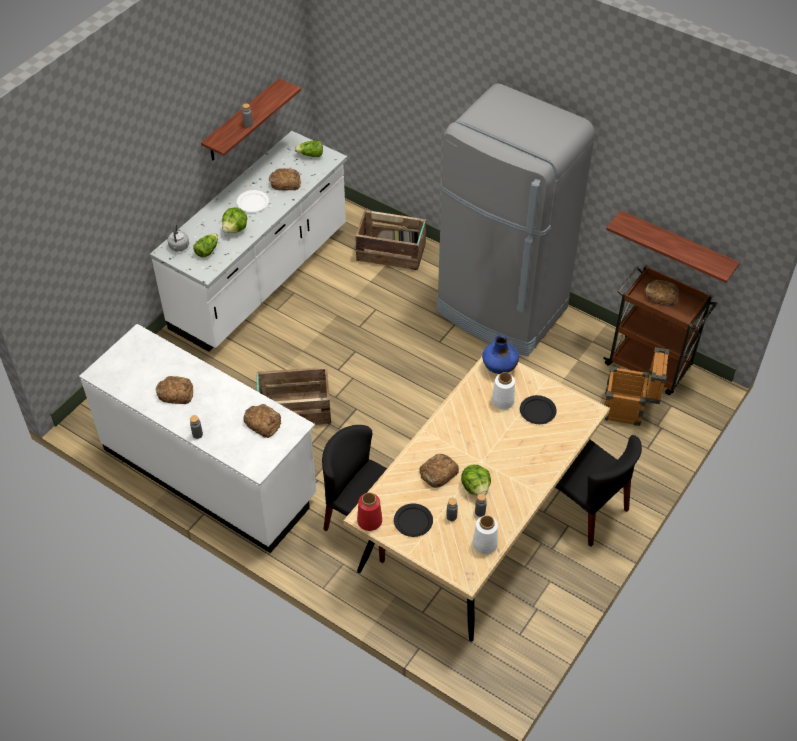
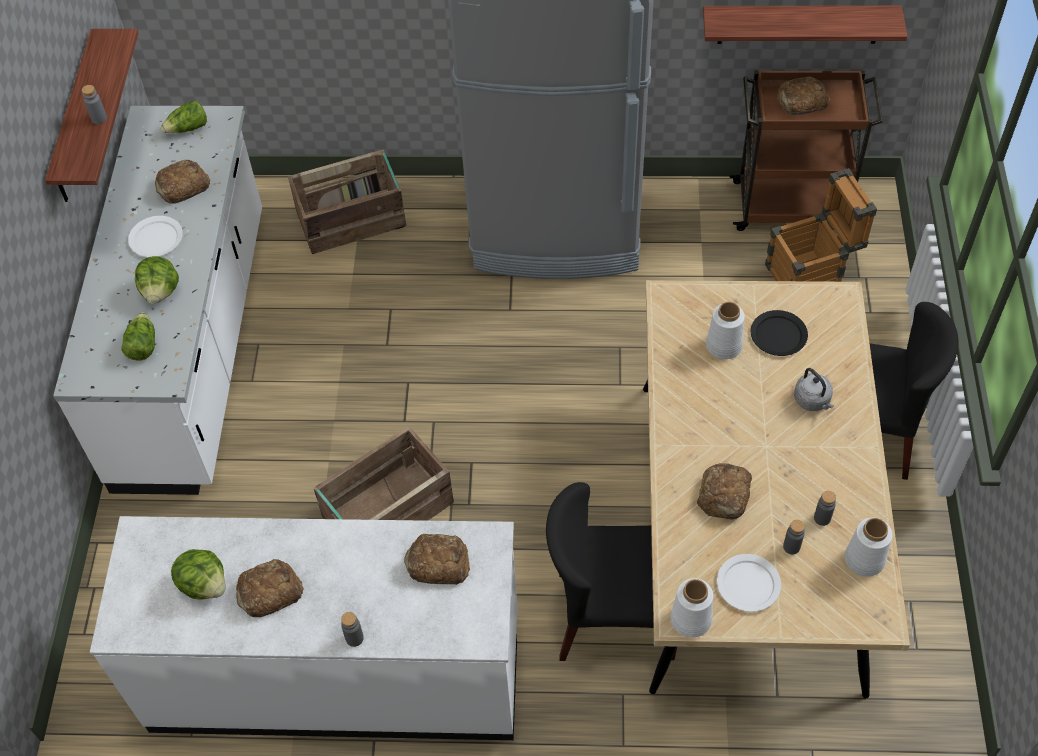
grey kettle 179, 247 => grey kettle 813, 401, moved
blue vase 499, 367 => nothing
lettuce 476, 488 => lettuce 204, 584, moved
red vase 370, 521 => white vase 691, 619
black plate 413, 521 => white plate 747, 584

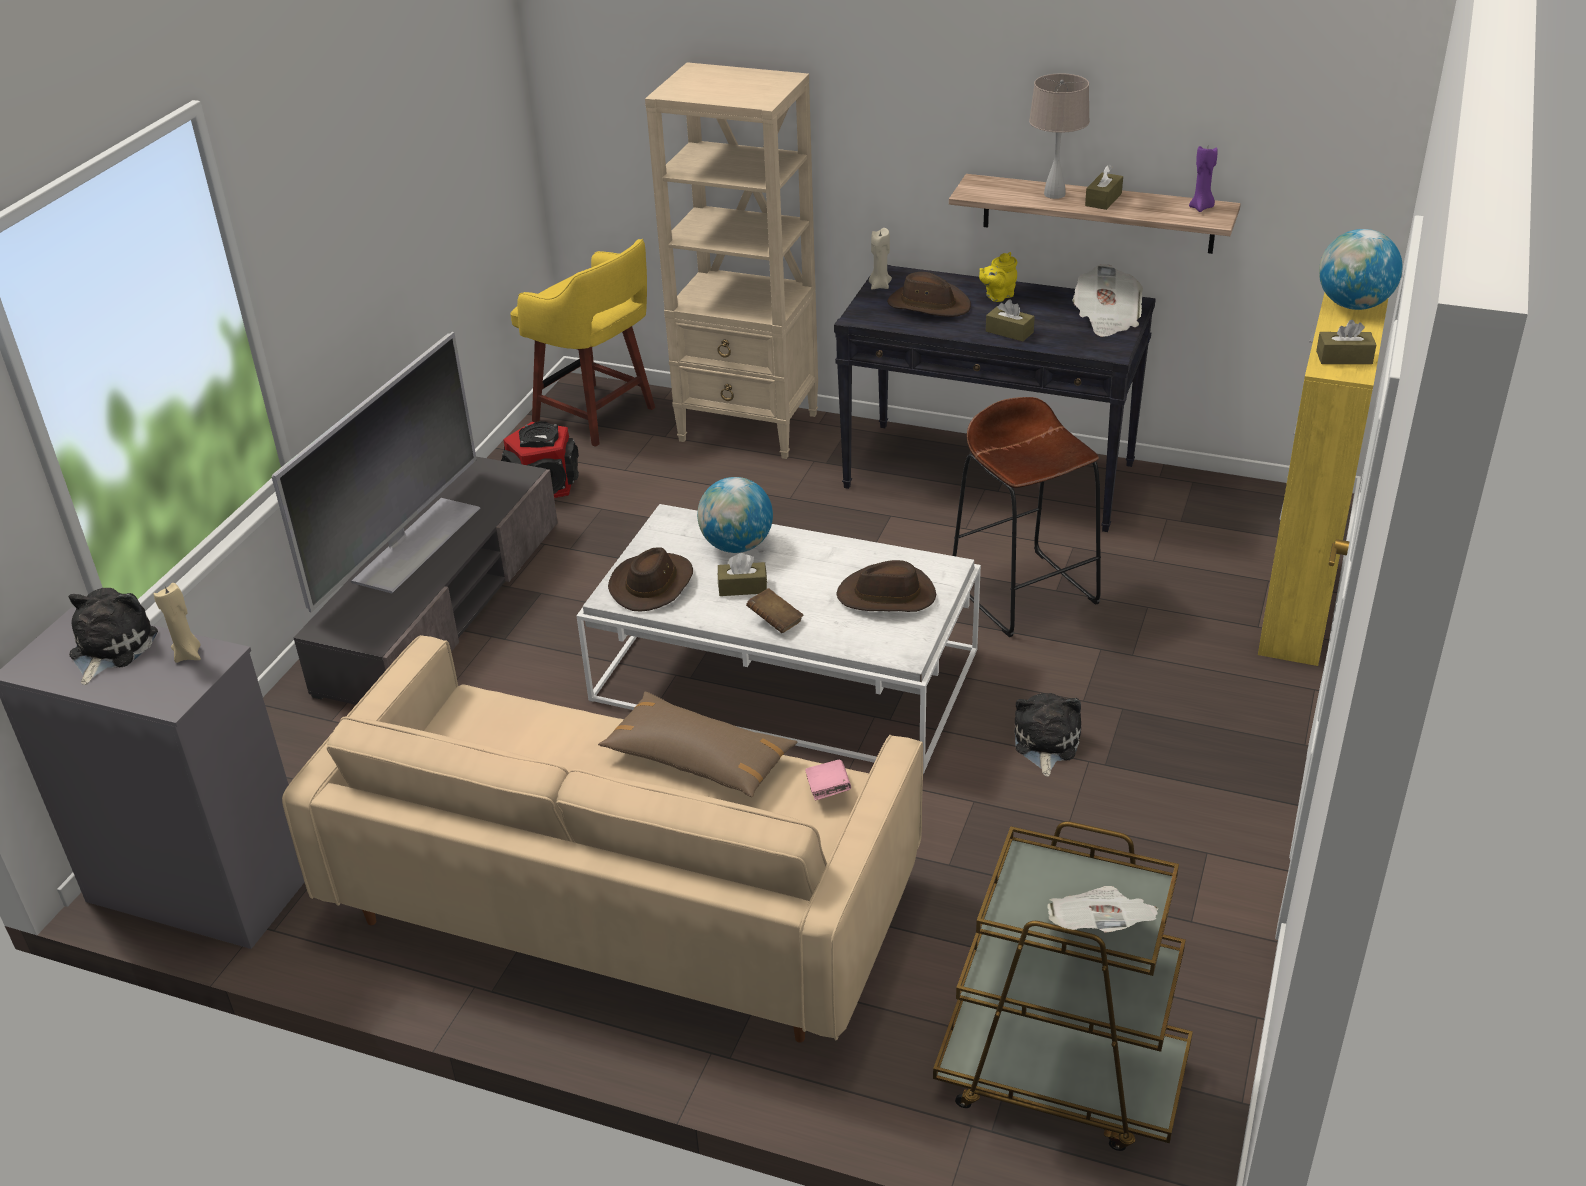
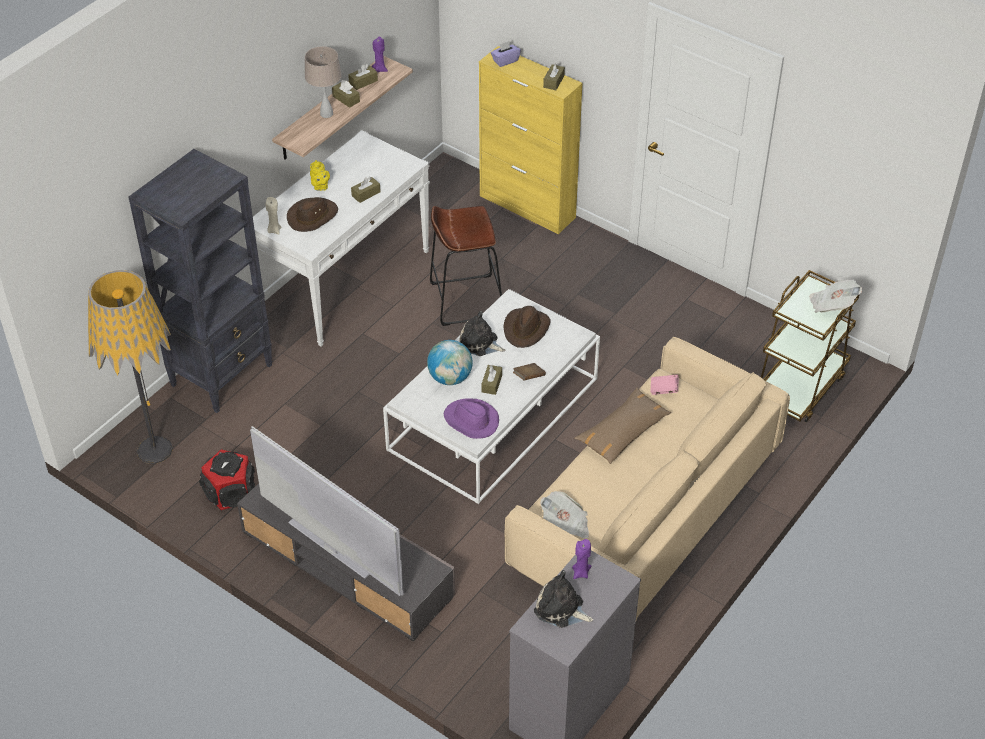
beige bookcase 749, 428 => black bookcase 222, 374
globe 1353, 305 => purple tissue box 505, 61
yellow stool 597, 416 => floor lamp 155, 450
newspaper 1106, 319 => newspaper 565, 525, moved
black console table 990, 475 => white console table 345, 280
brown hat 652, 584 => purple hat 471, 420
beige candle 188, 654 => purple candle 581, 572
plush toy 1045, 743 => plush toy 480, 343, moved
nothing => brown tissue box 363, 82

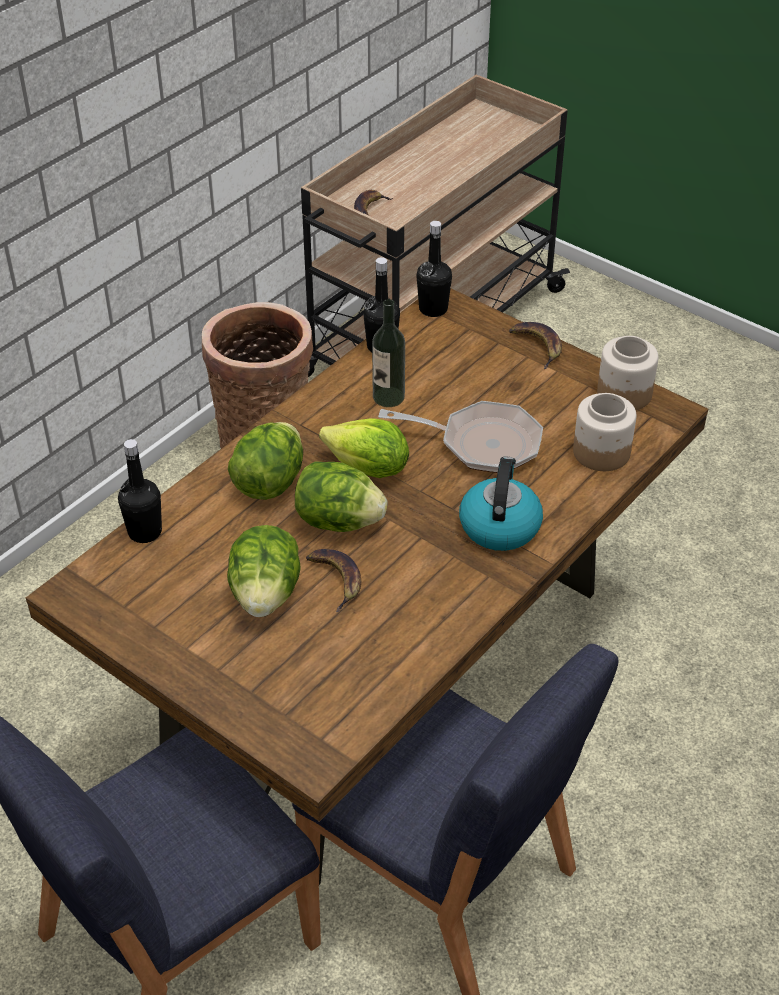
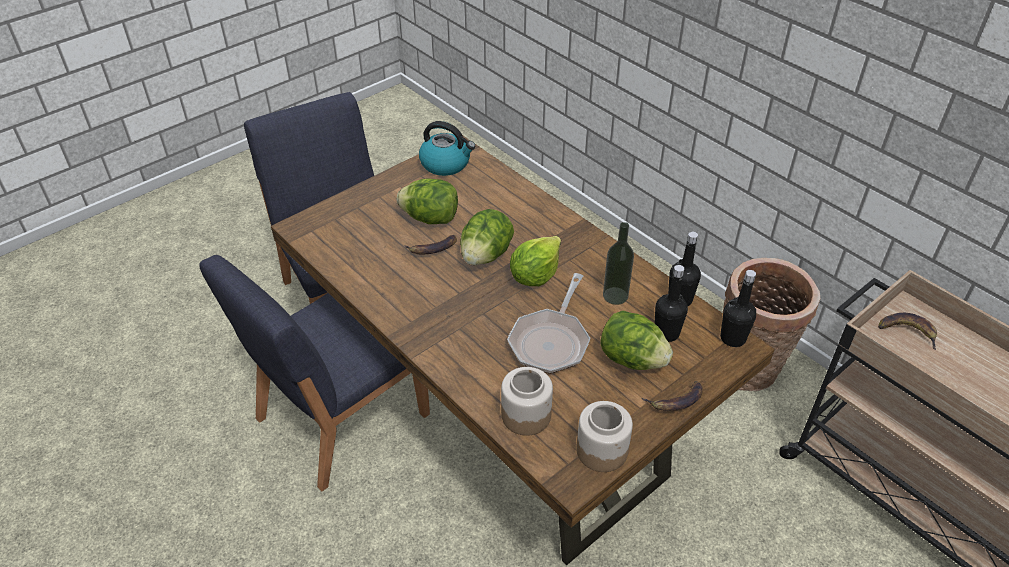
lettuce 269, 482 => lettuce 632, 359, moved
black bottle 145, 532 => black bottle 666, 333, moved
kettle 499, 525 => kettle 446, 164, moved

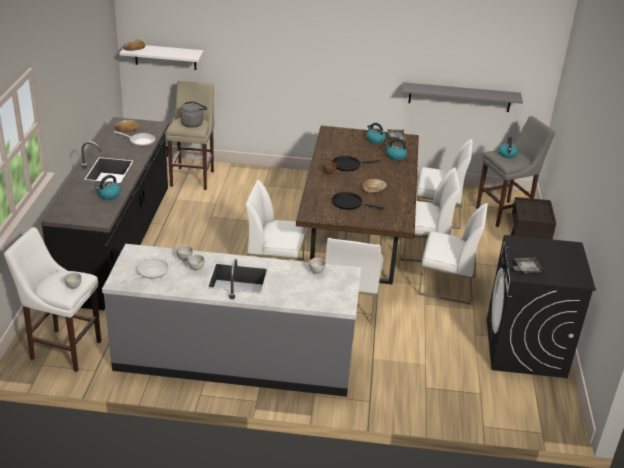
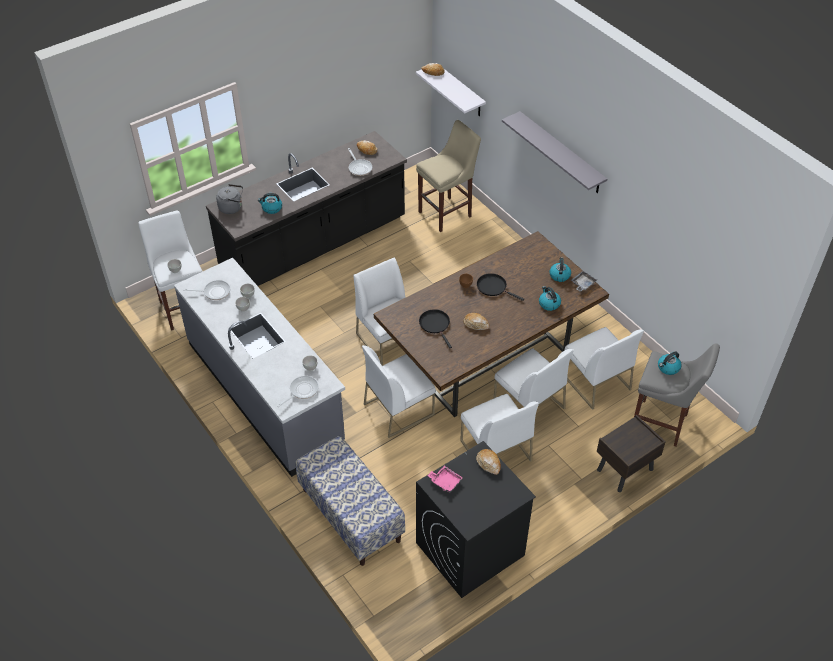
grey shelf 459, 97 => grey shelf 561, 153, moved
grey kettle 193, 123 => grey kettle 232, 207, moved
grey tray 526, 269 => pink tray 445, 481
nothing => frying pan 302, 391
nothing => bench 350, 515
nothing => bread 489, 464

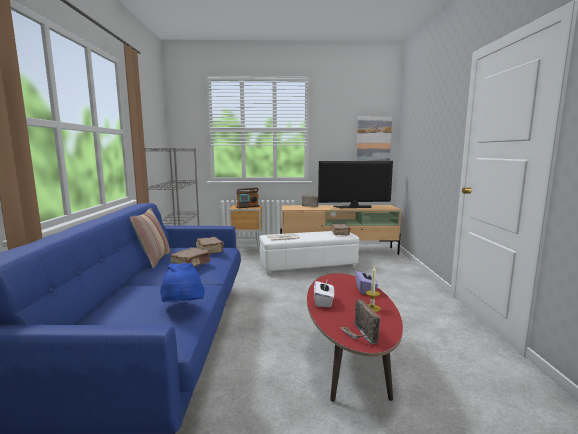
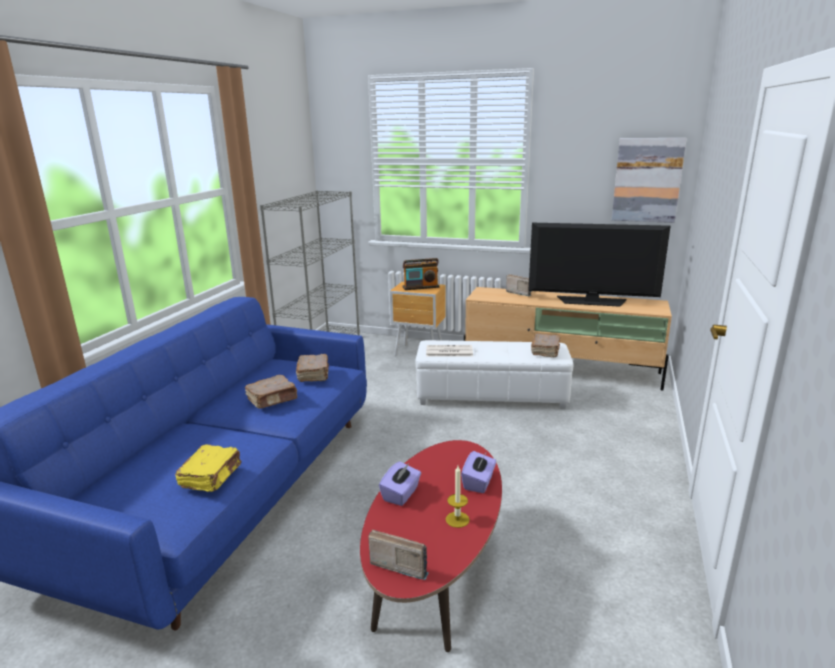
pillow 154, 260 => nothing
blue hat 182, 307 => yellow book 212, 476
white tissue box 323, 302 => purple tissue box 401, 494
radio 360, 335 => radio 400, 563, 105 degrees clockwise

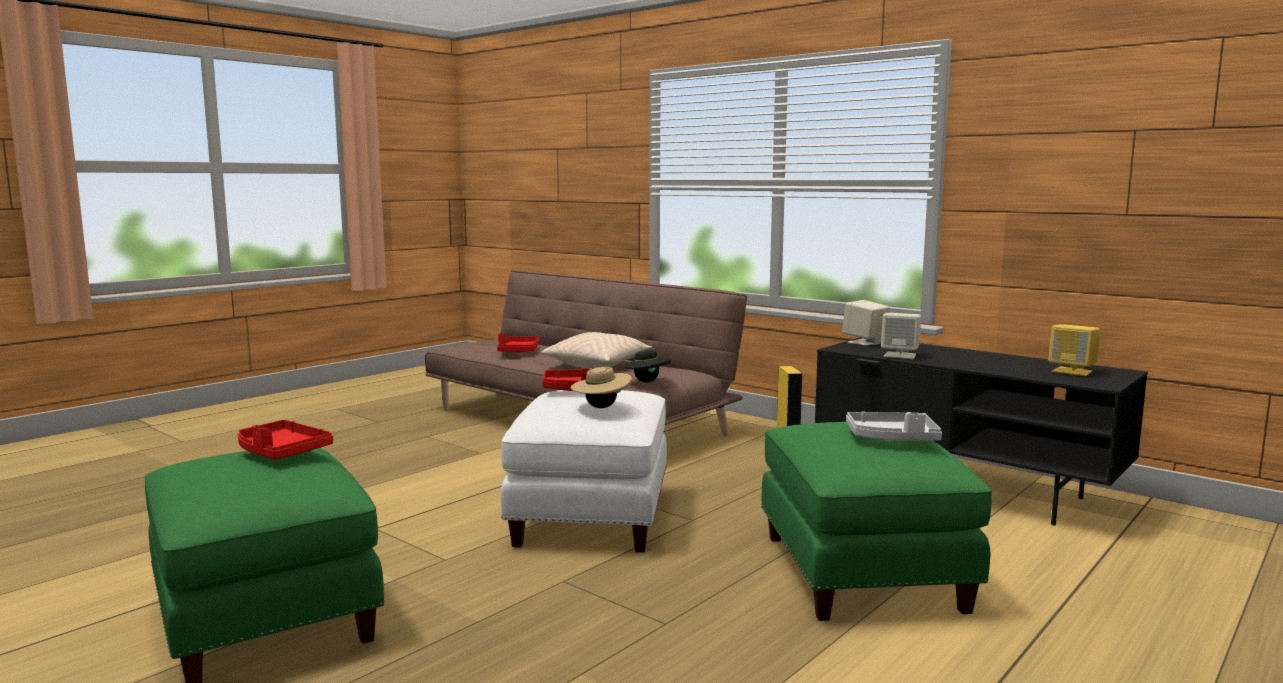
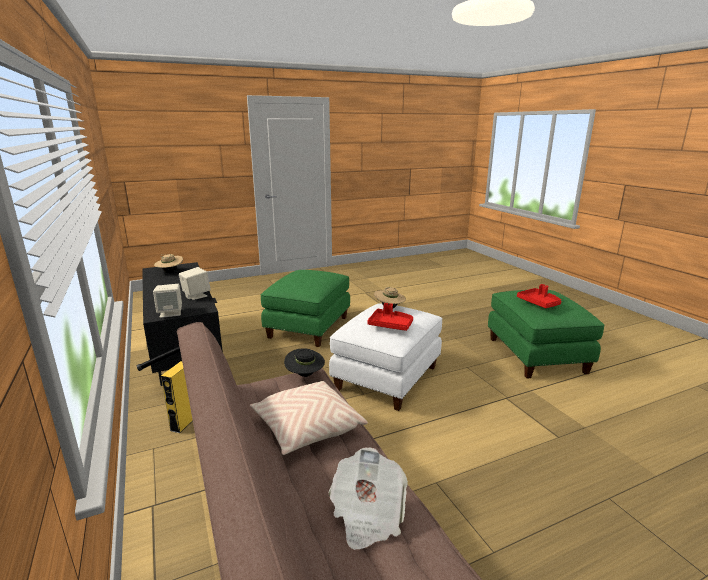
yellow speaker 1072, 371 => beige hat 170, 272
red tray 518, 351 => newspaper 367, 514
grey tray 892, 438 => nothing

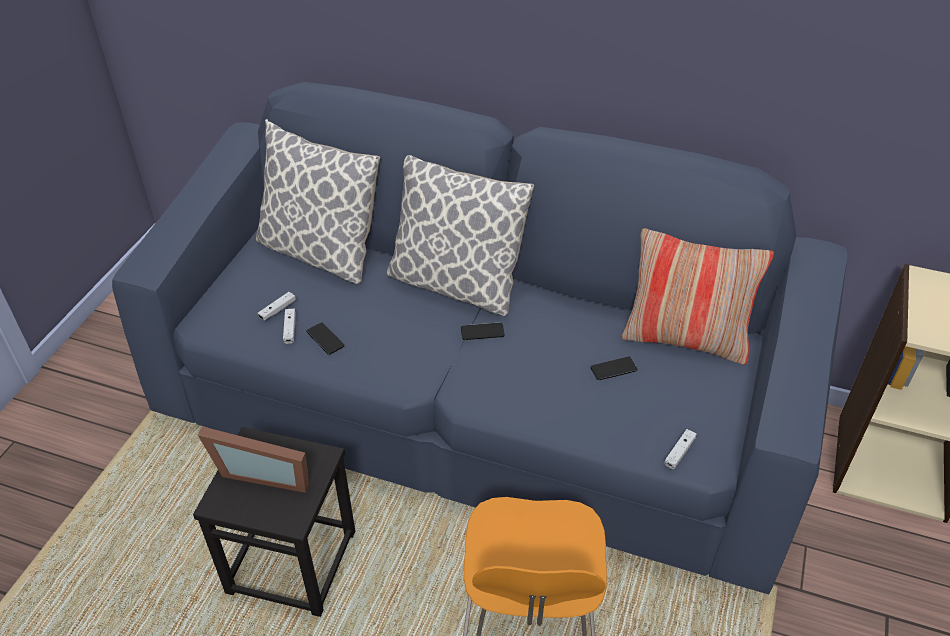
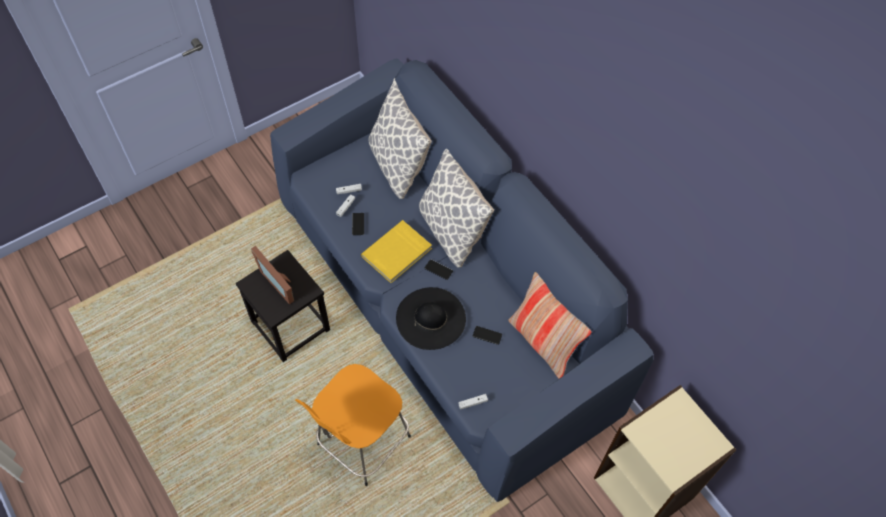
nothing => yellow book 397, 253
nothing => black hat 431, 318

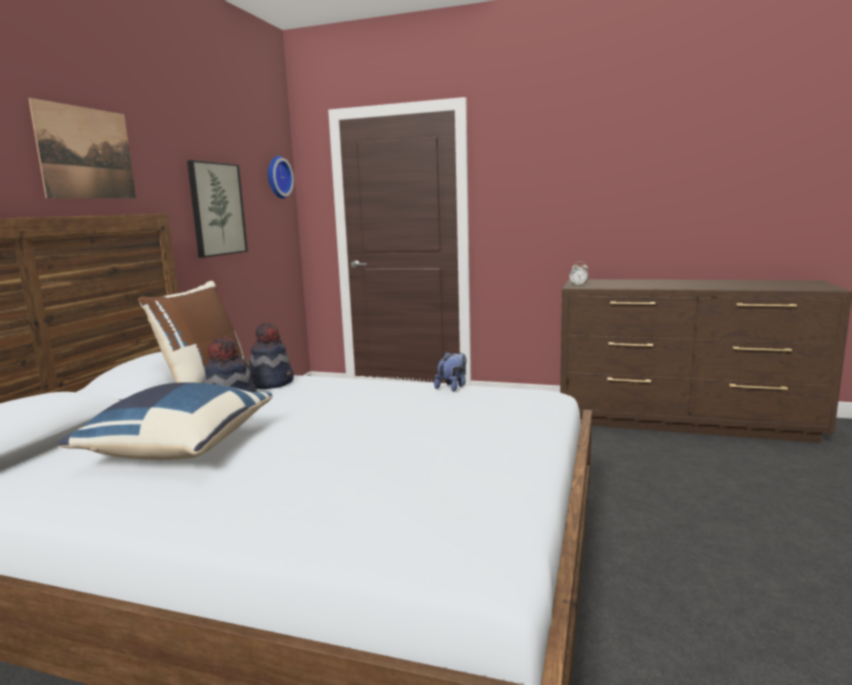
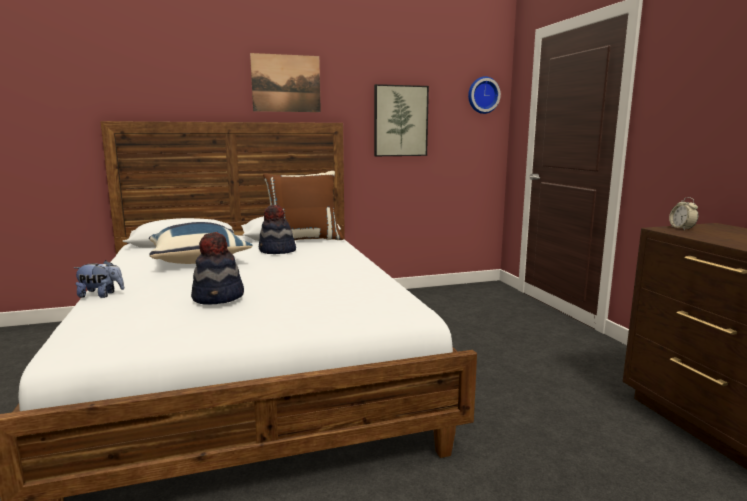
hat 272, 382 => hat 219, 297, moved
plush toy 453, 387 => plush toy 101, 295, moved

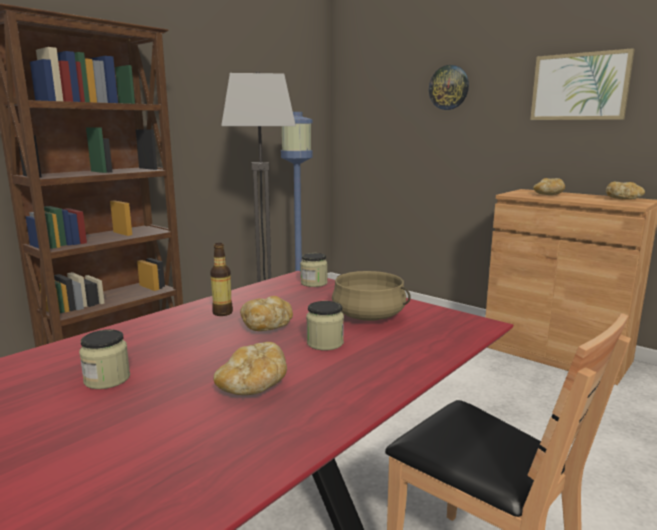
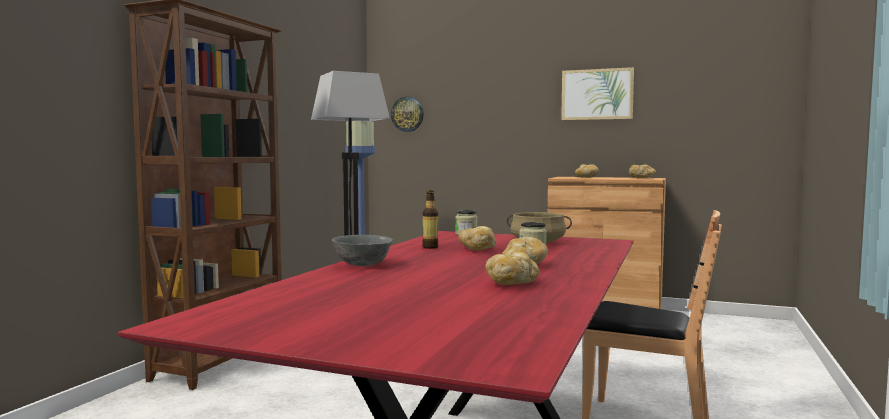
wall clock 449, 87 => wall clock 407, 114, moved
jar 107, 379 => nothing
nothing => grey bowl 363, 265
nothing => bread 512, 283

